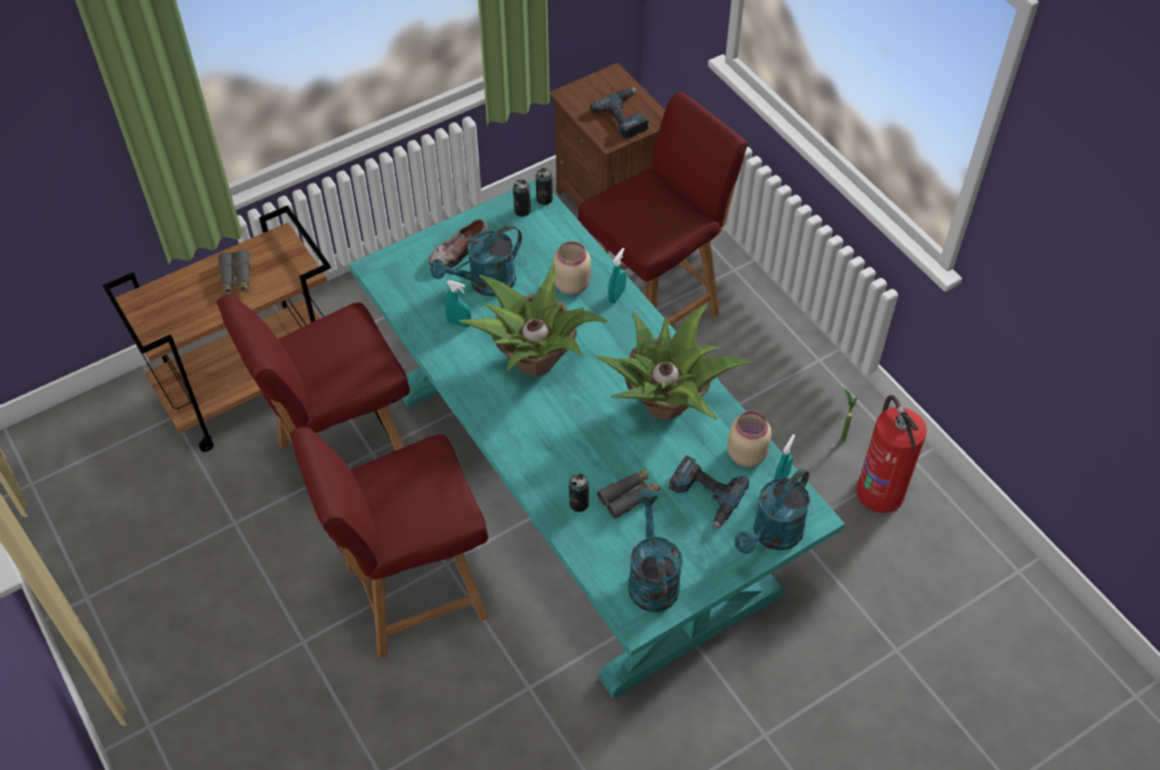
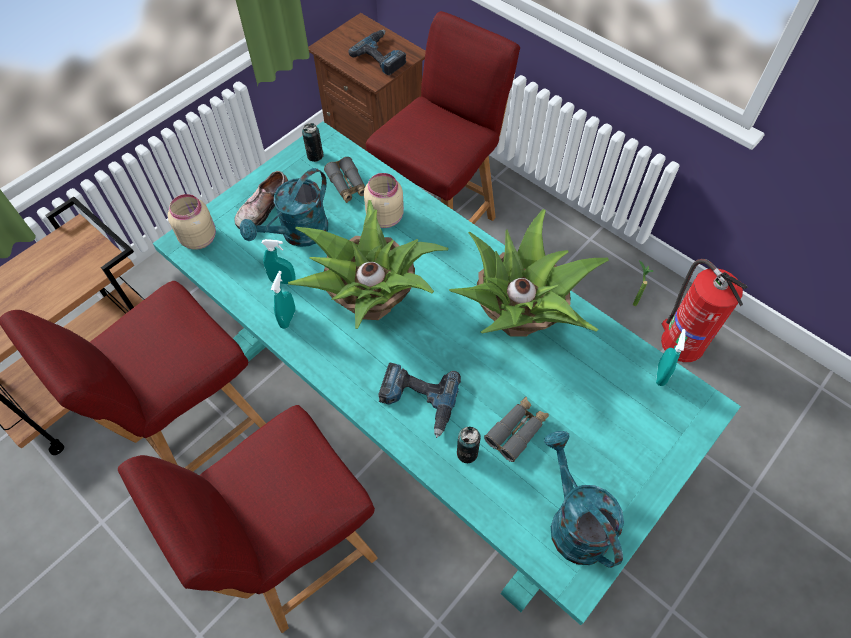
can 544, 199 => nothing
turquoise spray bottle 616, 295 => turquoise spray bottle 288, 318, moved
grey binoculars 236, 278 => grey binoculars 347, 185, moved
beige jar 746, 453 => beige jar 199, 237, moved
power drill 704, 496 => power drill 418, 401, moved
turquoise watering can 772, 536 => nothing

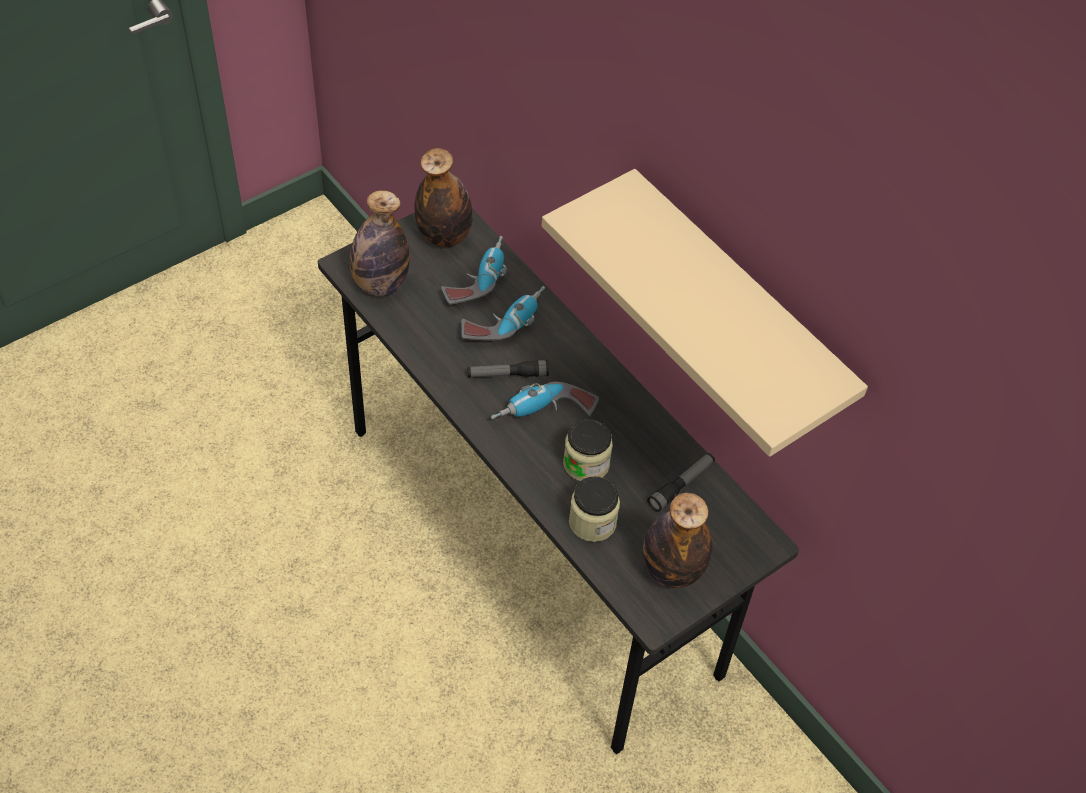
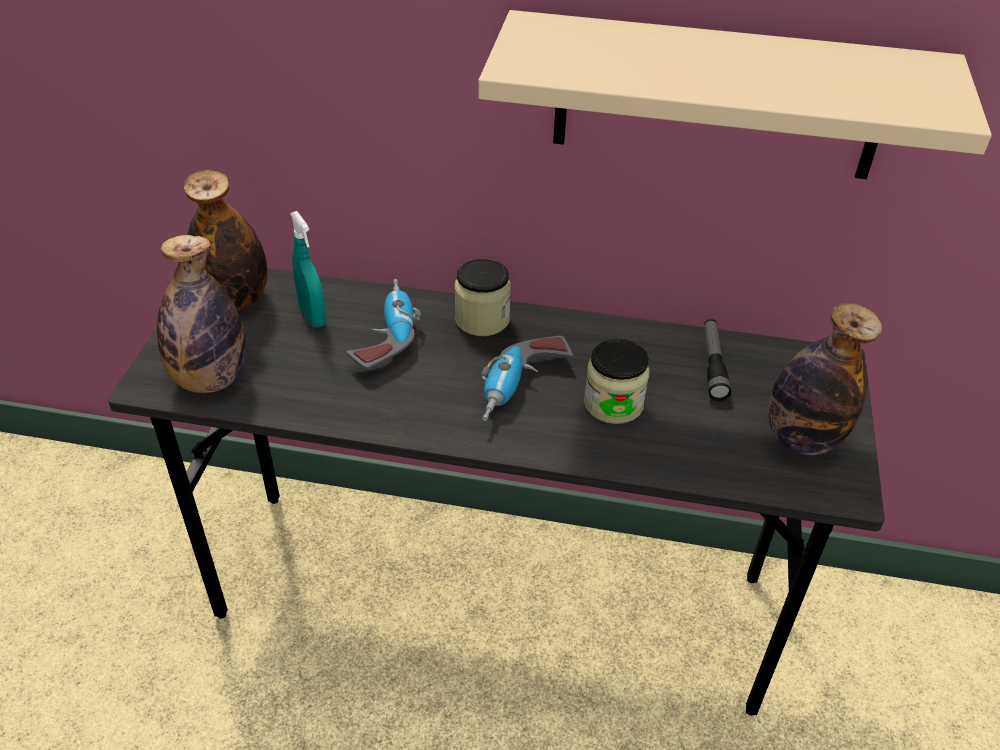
power drill 477, 279 => turquoise spray bottle 313, 316
flashlight 507, 375 => nothing
jar 592, 522 => jar 482, 319, moved

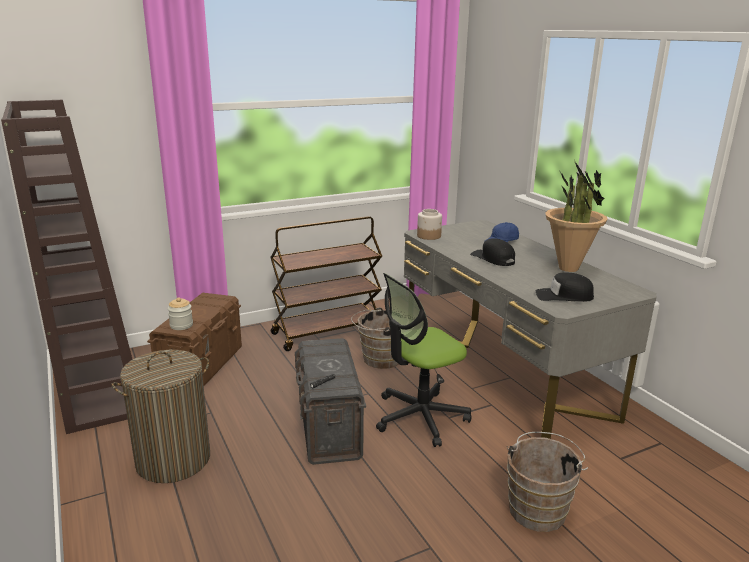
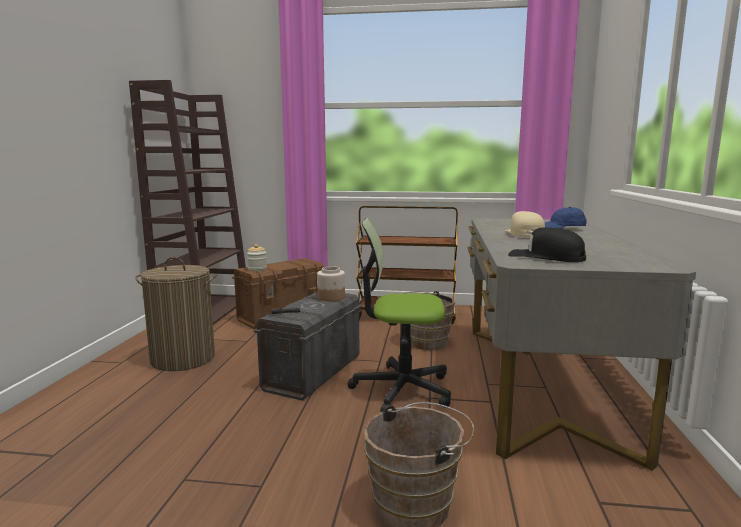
potted plant 568, 268 => nothing
jar 429, 236 => jar 331, 297, moved
black cap 493, 258 => beige cap 524, 234

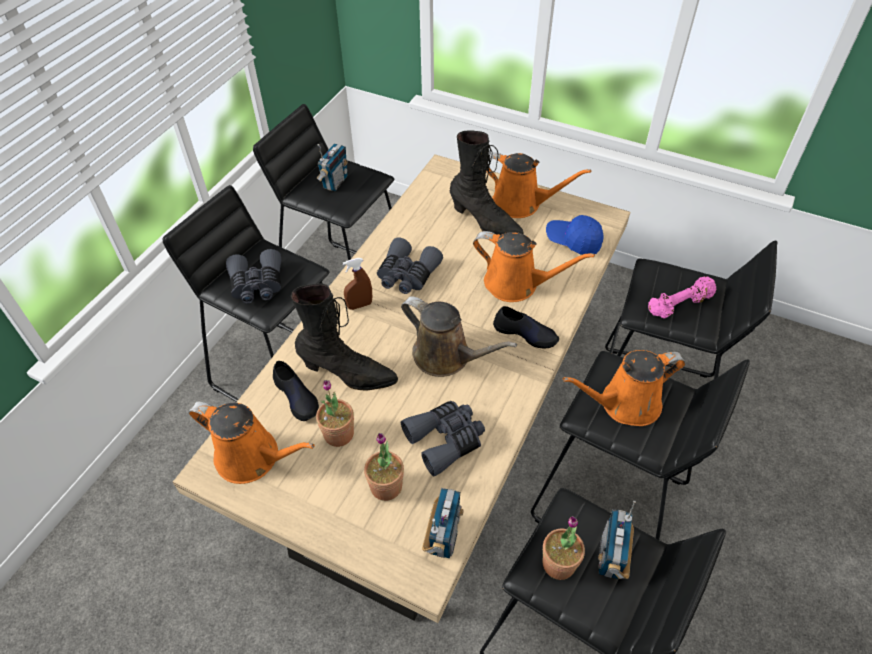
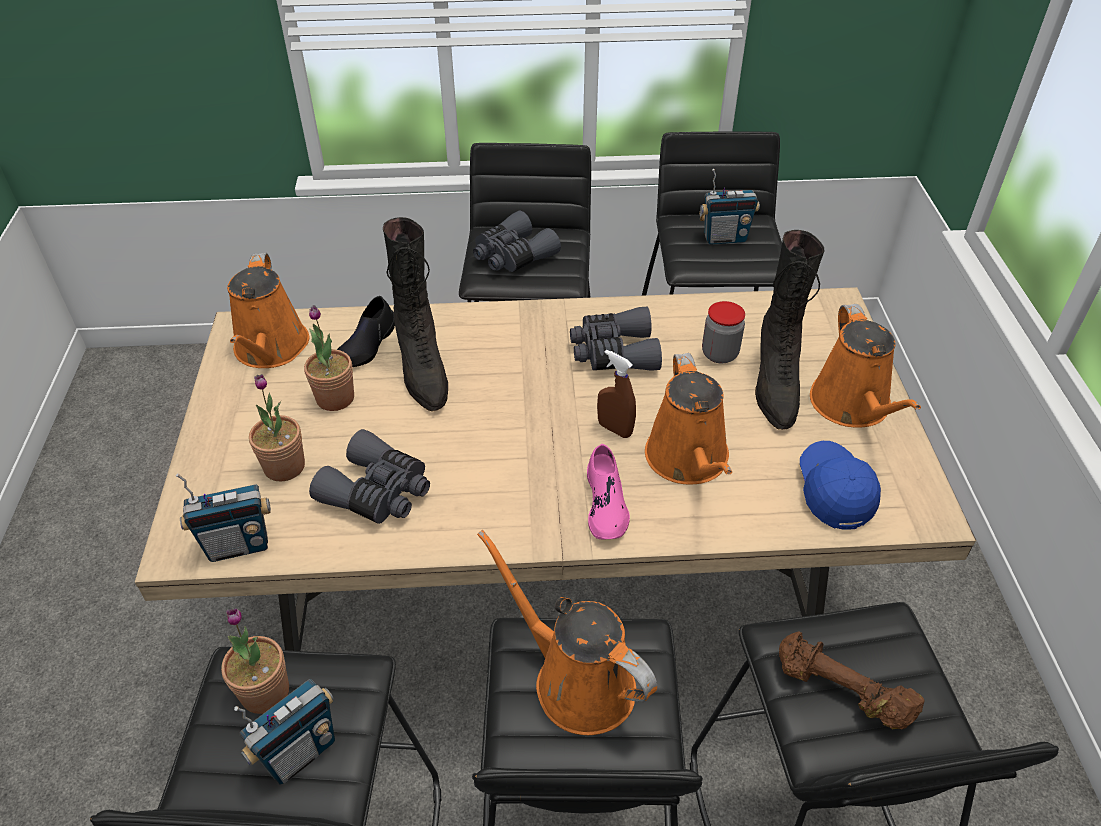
brown spray bottle 359, 305 => brown spray bottle 614, 429, moved
pink dumbbell 680, 305 => brown dumbbell 841, 692
brown watering can 446, 356 => nothing
black shoe 525, 333 => pink shoe 606, 504
radio 611, 557 => radio 299, 752, 150 degrees clockwise
nothing => jar 719, 354

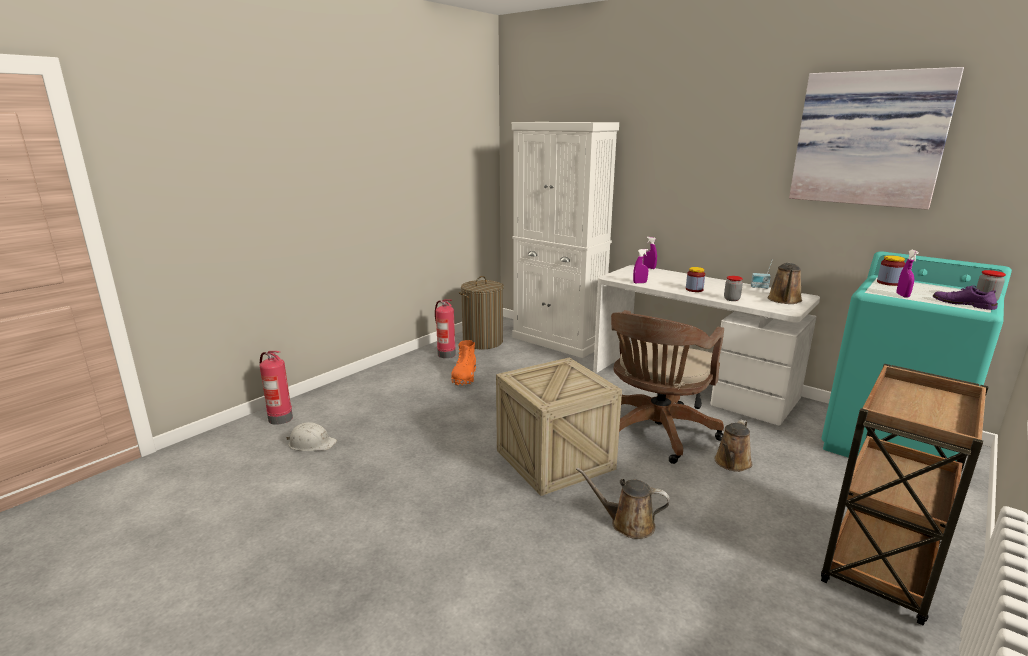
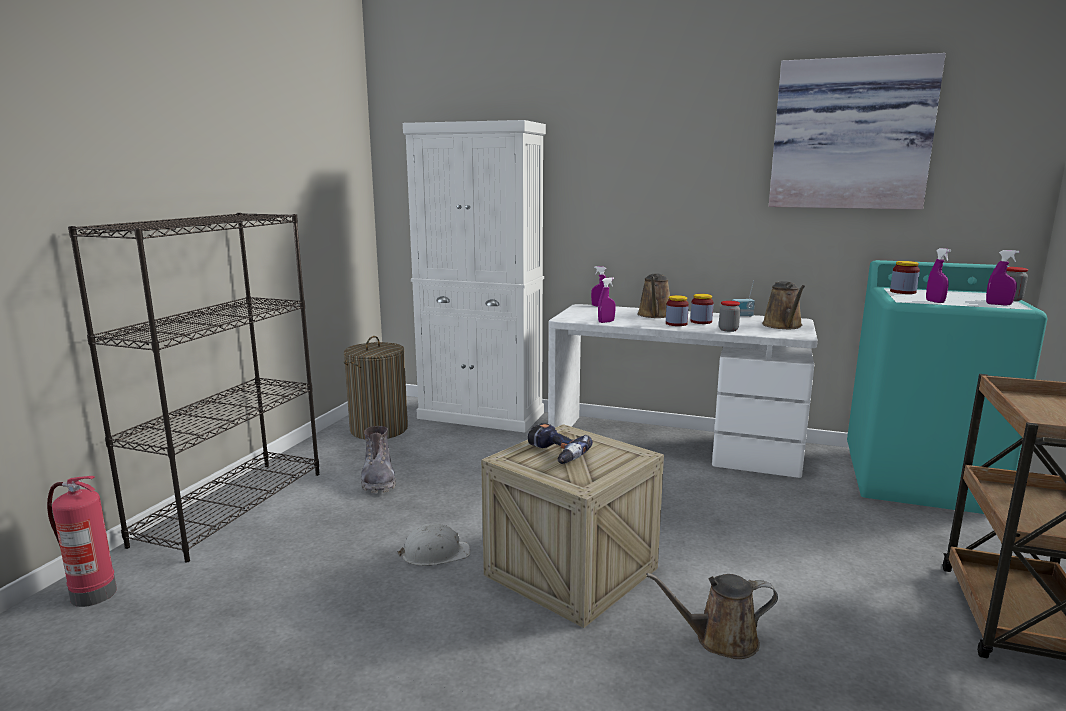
purple shoe 963, 304 => purple spray bottle 998, 304
fire extinguisher 445, 354 => nothing
brown office chair 655, 433 => nothing
orange boot 464, 377 => grey boot 378, 480
brown watering can 732, 463 => brown watering can 655, 315, moved
white hard hat 311, 443 => white hard hat 435, 554, moved
nothing => black bookcase 232, 506
nothing => jar 701, 322
nothing => power drill 554, 455

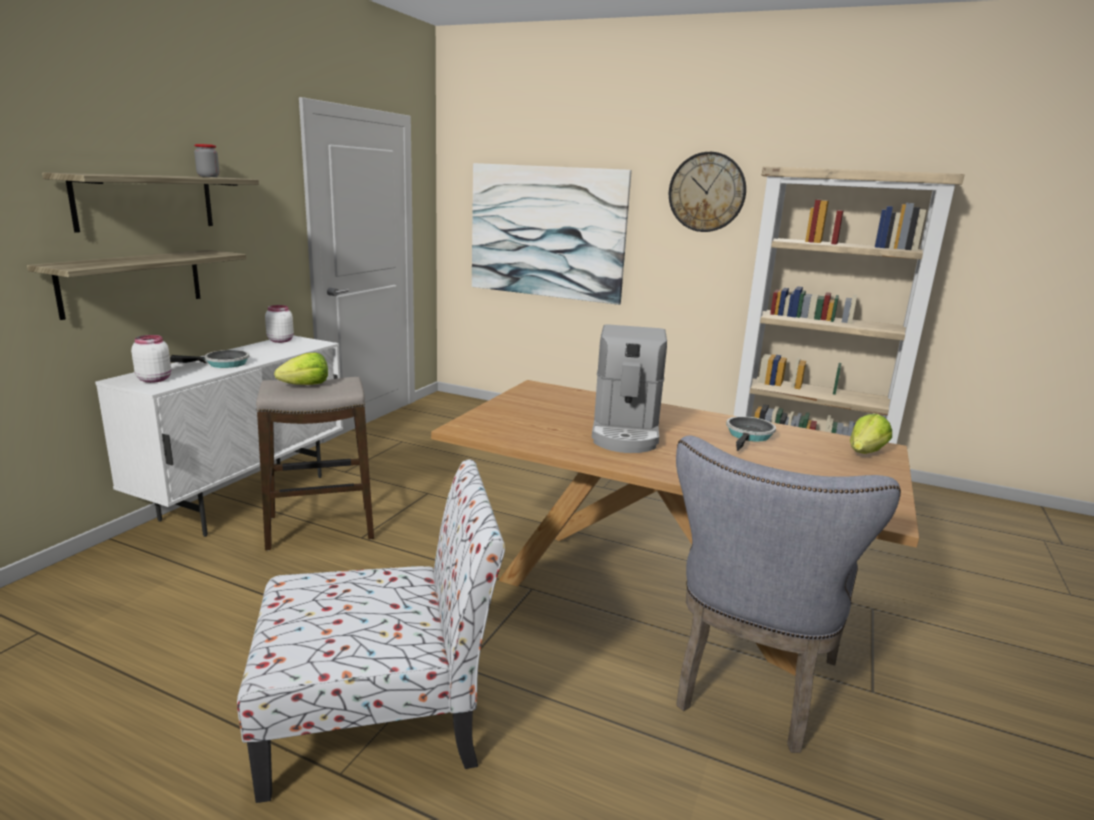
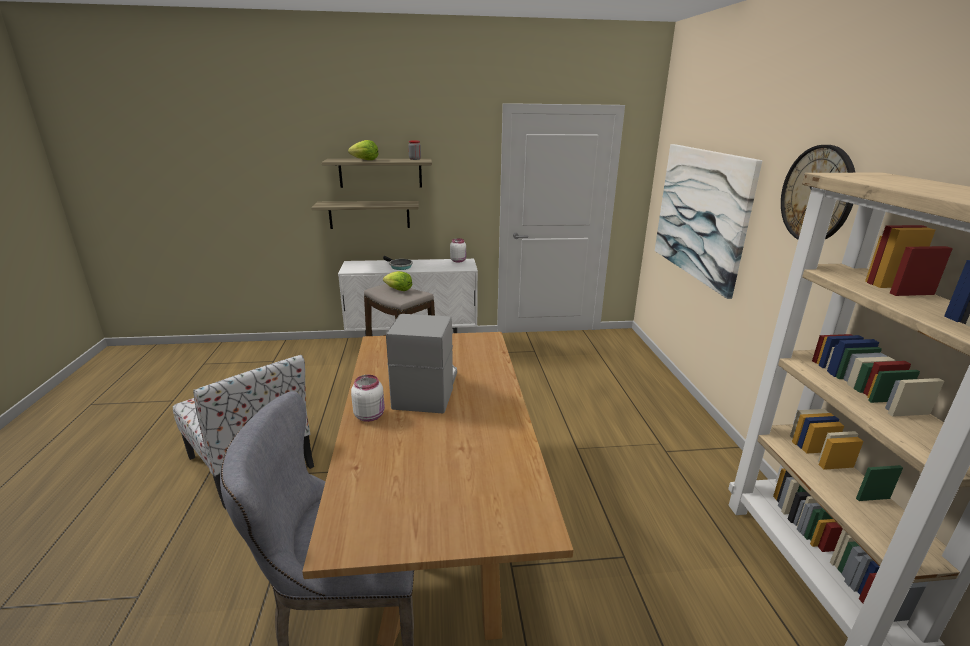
coffee machine 625, 432 => coffee machine 426, 390, 120 degrees clockwise
white jar 154, 379 => white jar 370, 415, moved
lettuce 865, 452 => lettuce 365, 160, moved
frying pan 749, 436 => nothing

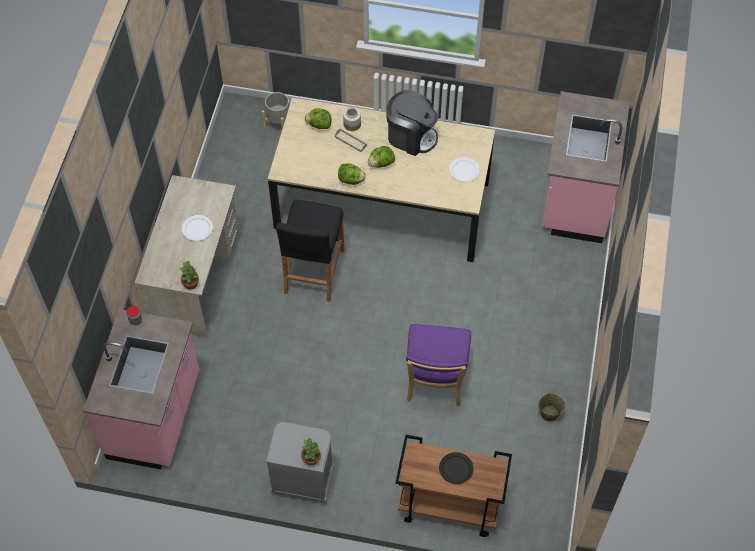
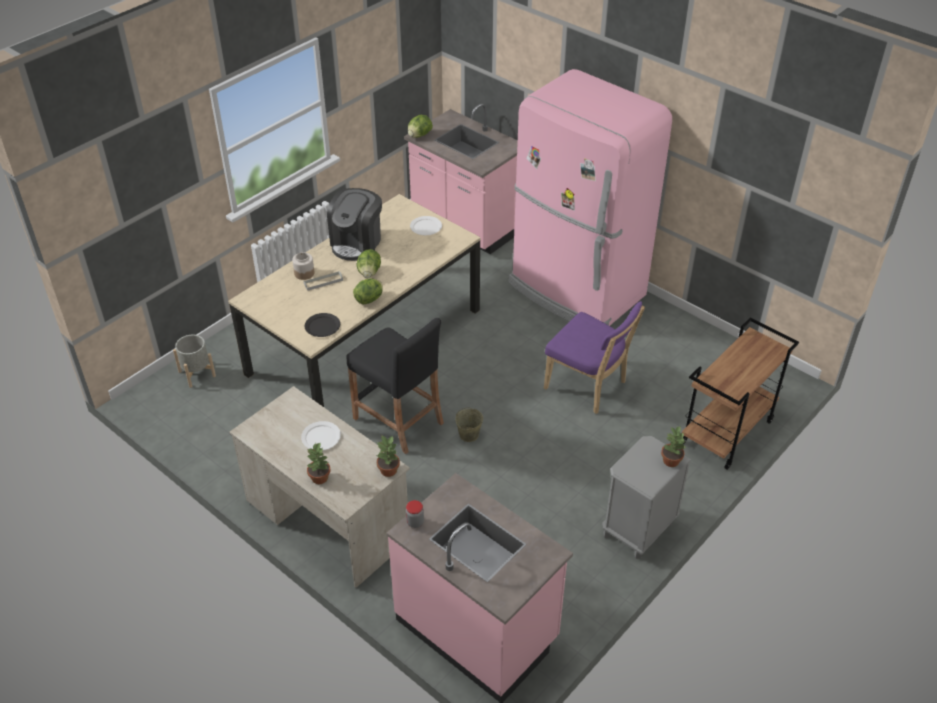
coffee machine 411, 136 => coffee machine 357, 243, 150 degrees clockwise
lettuce 319, 125 => lettuce 419, 135, moved
beige bucket 549, 413 => beige bucket 468, 435, moved
black plate 456, 469 => black plate 322, 326, moved
nothing => pink fridge 576, 291
nothing => potted plant 320, 478

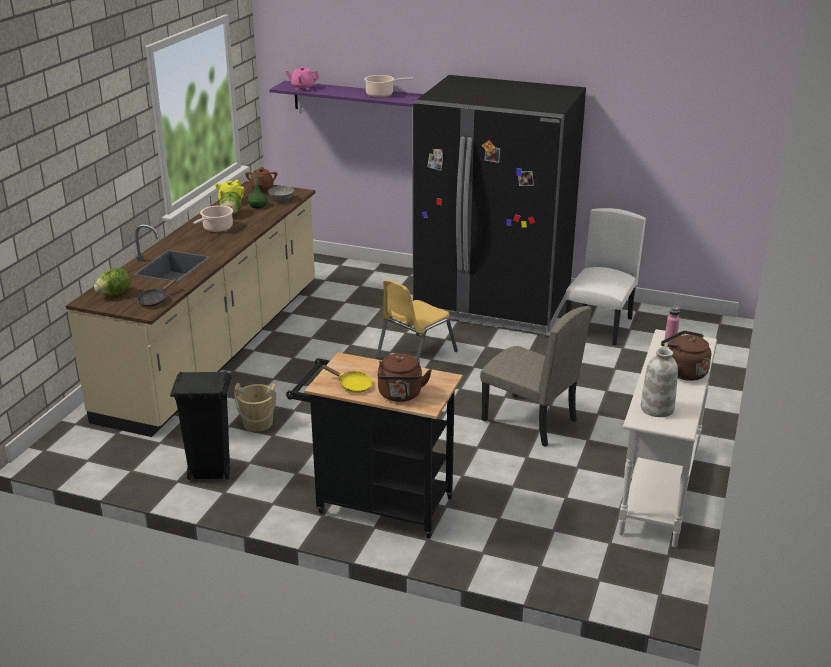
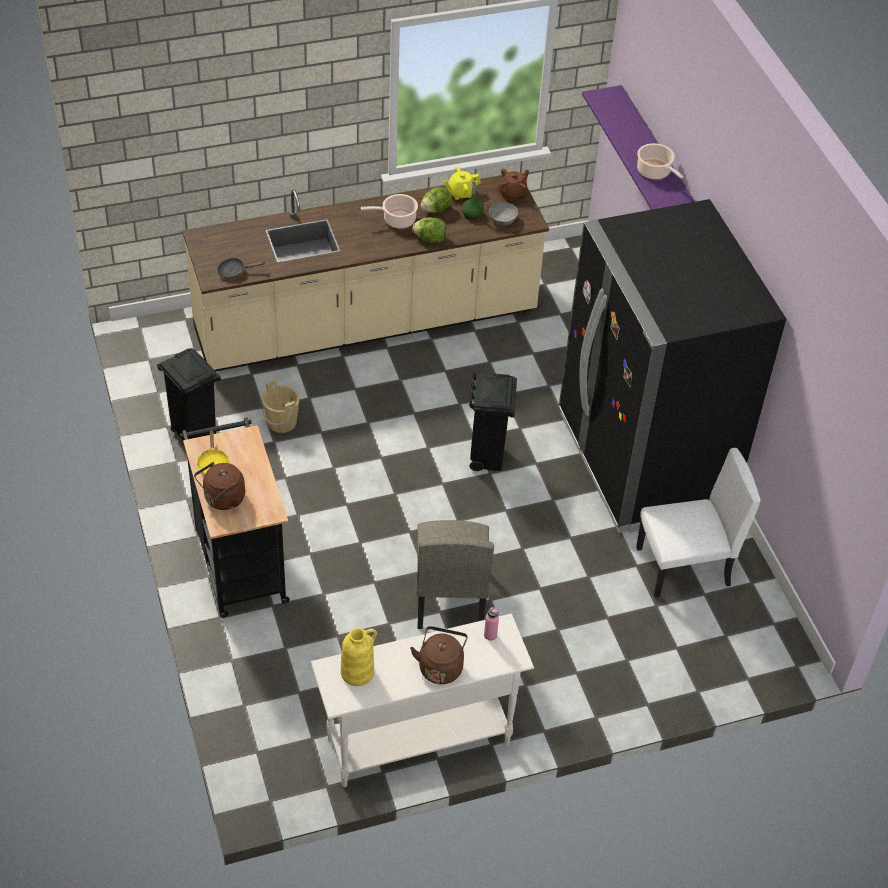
pink teapot 303, 88 => nothing
lettuce 114, 294 => lettuce 430, 239, moved
yellow chair 415, 354 => black trash can 487, 457
white vase 656, 408 => yellow vase 357, 672

